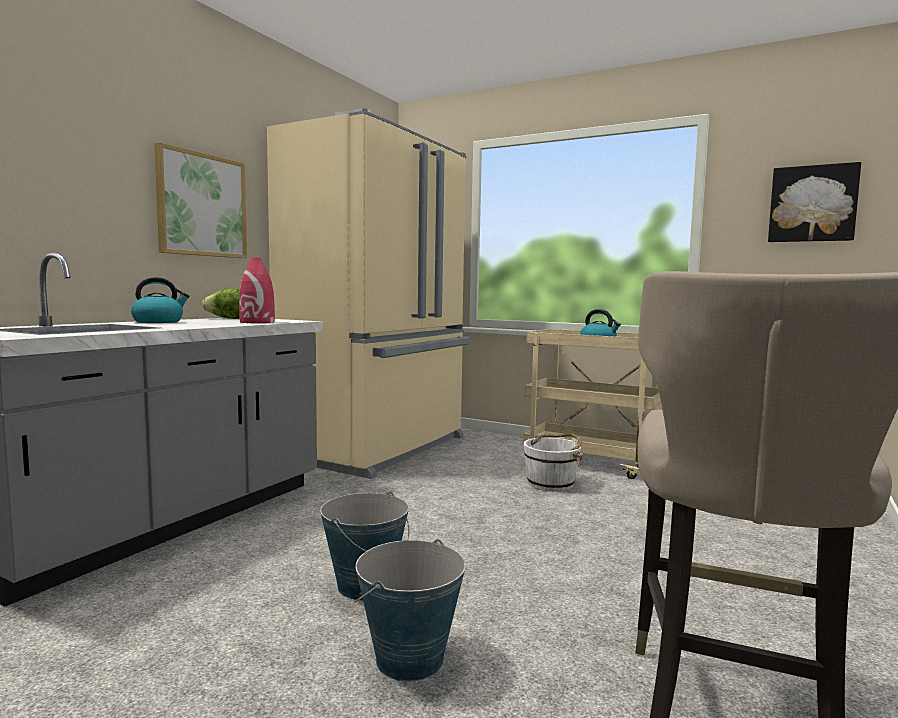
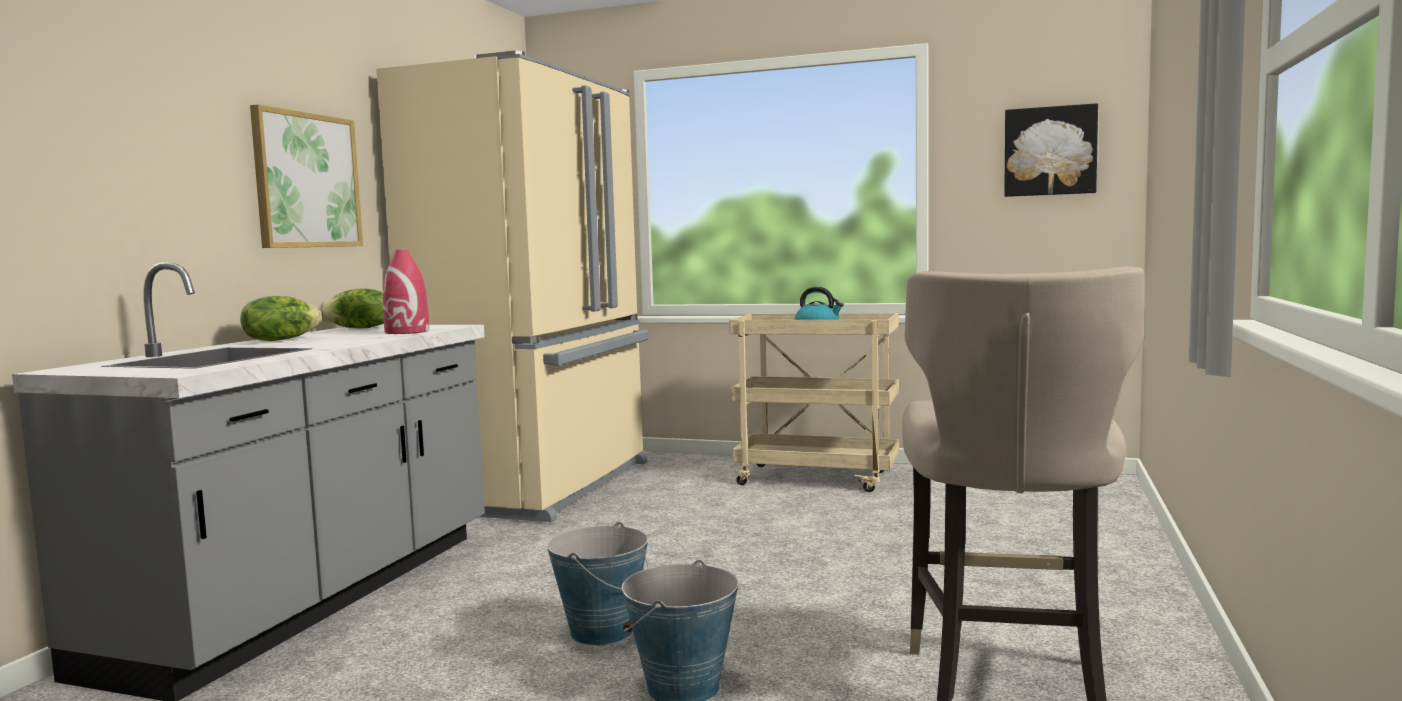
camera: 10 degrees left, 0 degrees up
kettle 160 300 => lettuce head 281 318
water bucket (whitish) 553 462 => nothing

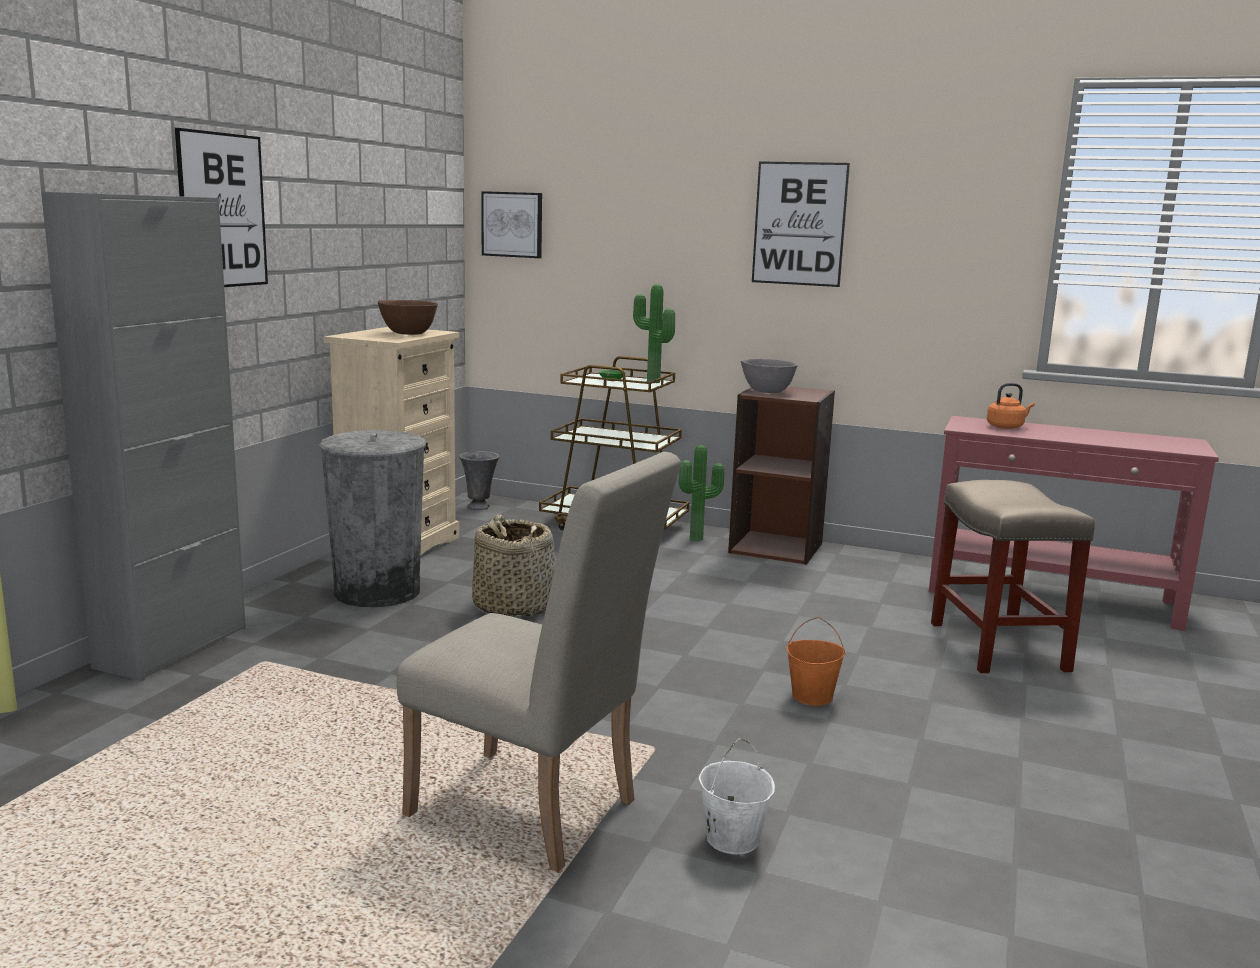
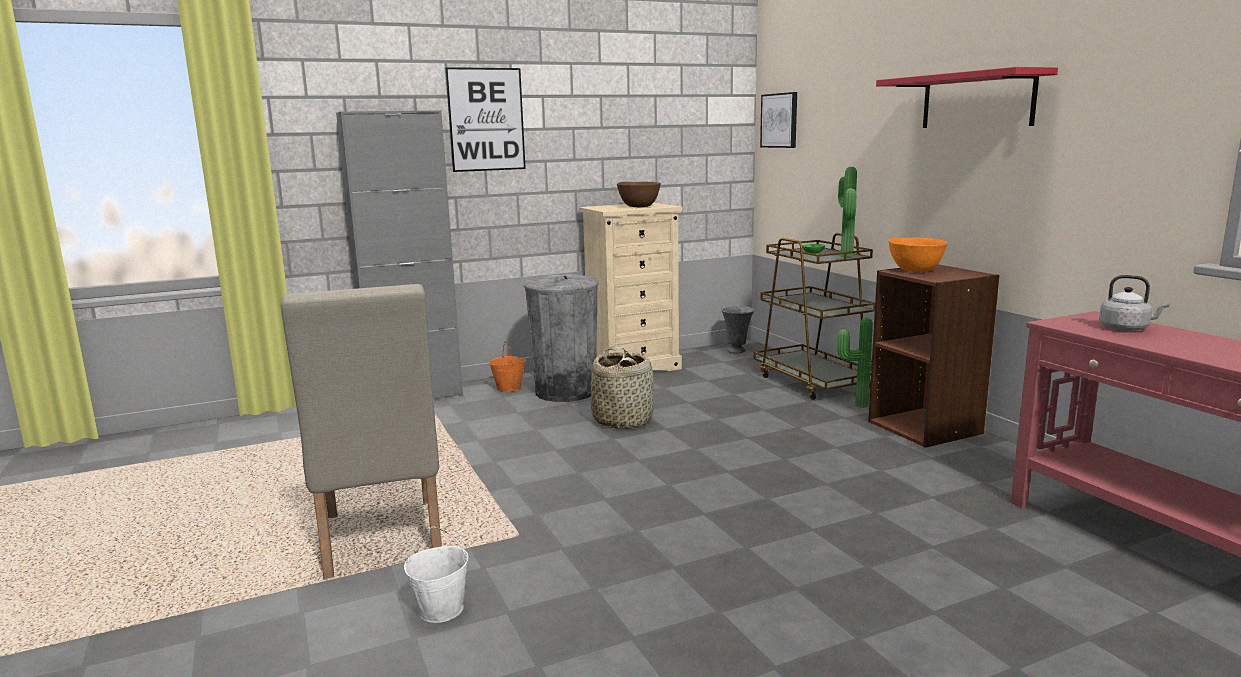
camera: 45 degrees right, 0 degrees up
wall picture 801 224 => shelf (red-coloured) 967 97
serving bowl (greyish) 769 375 => serving bowl (orangey) 918 254
kettle (orangey) 1011 406 => kettle (greyish) 1134 303
sitting stool (beige-coloured) 1013 576 => nothing
water bucket (orangey) 815 661 => water bucket (orangey) 507 366, shifted

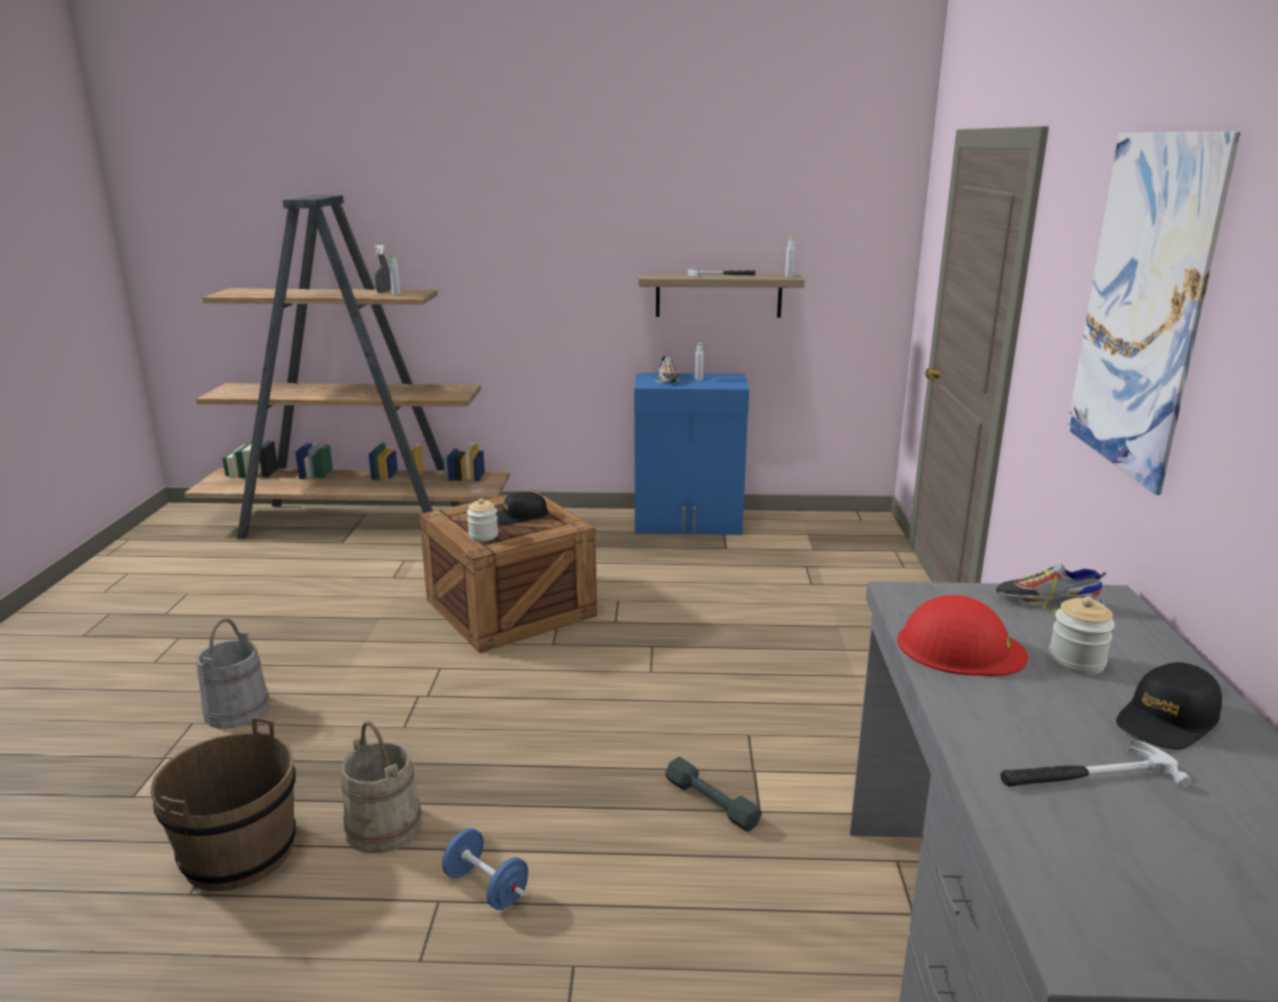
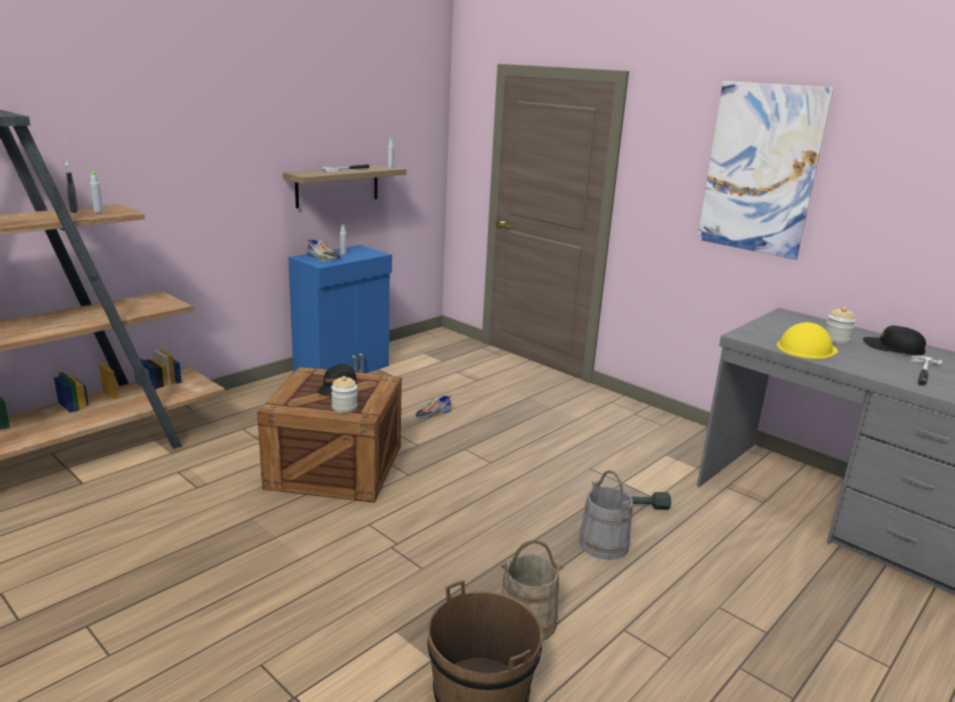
camera: 50 degrees left, 0 degrees up
item of footwear 1051 588 => item of footwear 433 407, shifted
hard hat (red-coloured) 962 635 => hard hat (yellowish) 807 340
water bucket (greyish) 233 674 => water bucket (greyish) 606 515, shifted
peaked cap (black-coloured) 1169 706 => peaked cap (black-coloured) 894 340, 120 degrees clockwise
free weight (bluish) 485 869 => nothing

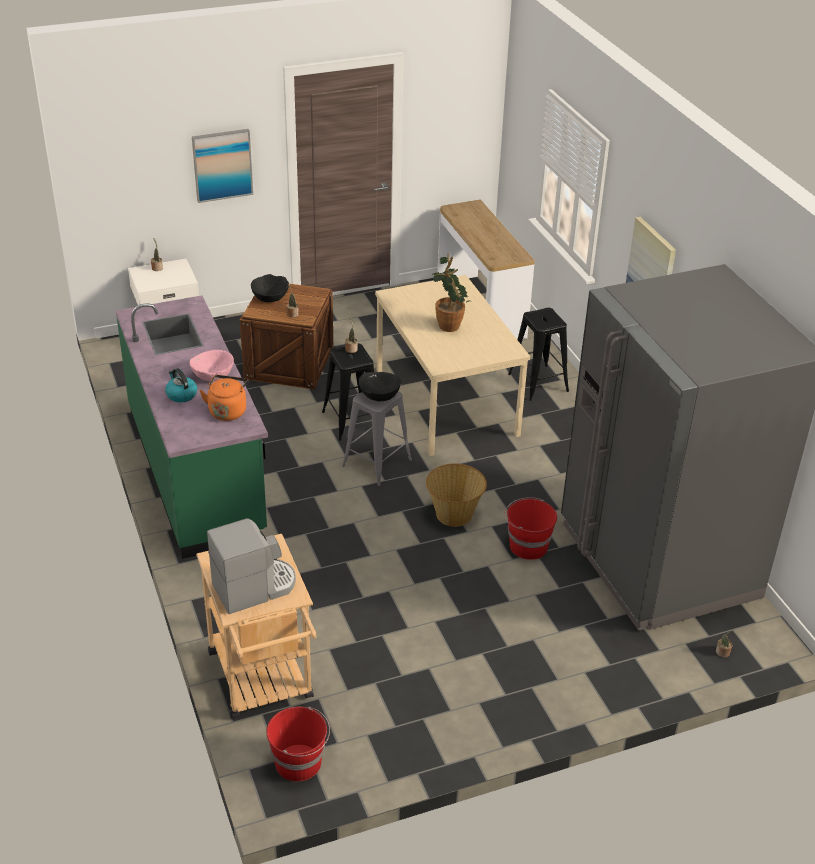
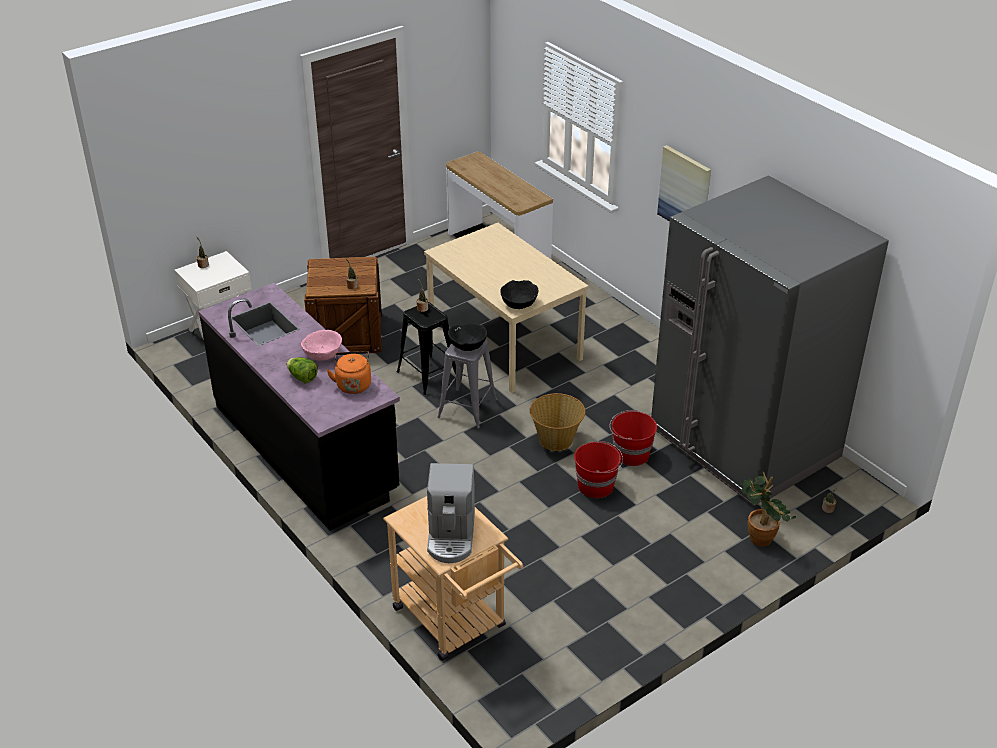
camera: 15 degrees left, 0 degrees up
wall picture 222 166 => nothing
plant in a pot 451 292 => plant in a pot 768 509, shifted
serving bowl (black-coloured) 270 288 => serving bowl (black-coloured) 519 294, shifted
kitchen base unit (greenish) 191 427 => kitchen base unit (black-coloured) 299 407
sitting stool (black-coloured) 538 354 => nothing
kettle 181 385 => lettuce head 302 370
coffee maker 251 566 => coffee maker 451 513, 135 degrees clockwise
water bucket (red-coloured) 298 744 => water bucket (red-coloured) 598 469, shifted

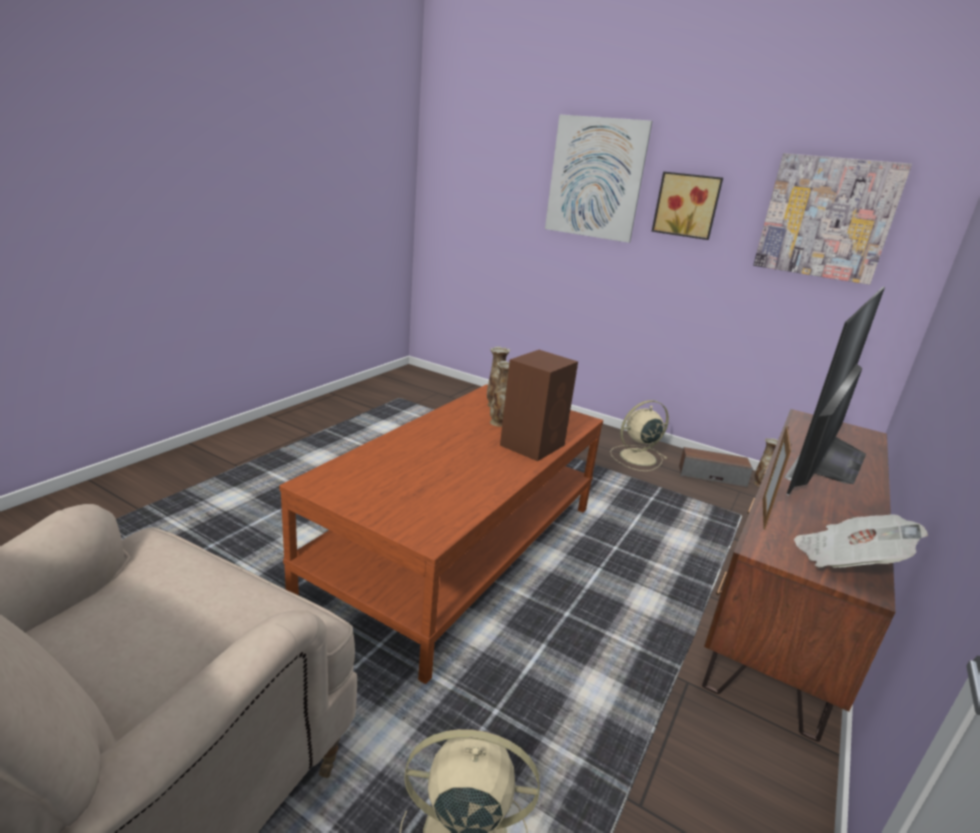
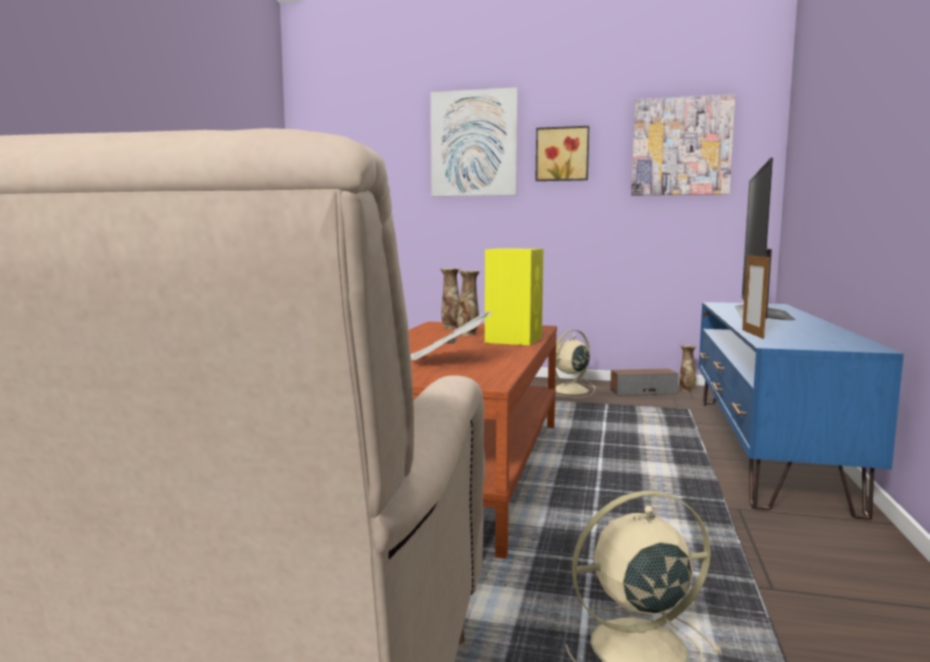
camera: 15 degrees left, 15 degrees down
audio speaker (brownish) 539 405 => audio speaker (yellowish) 514 296
tv unit (brownish) 798 575 => tv unit (bluish) 801 411
printed paper 861 541 => printed paper 451 336, shifted

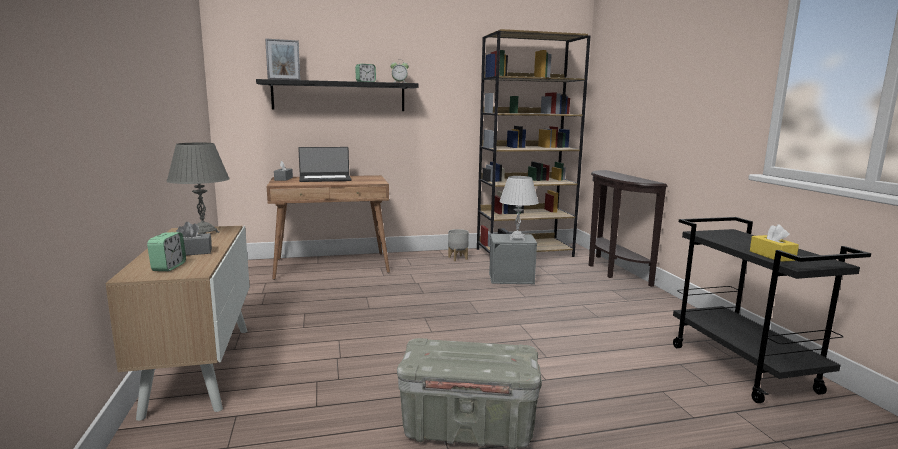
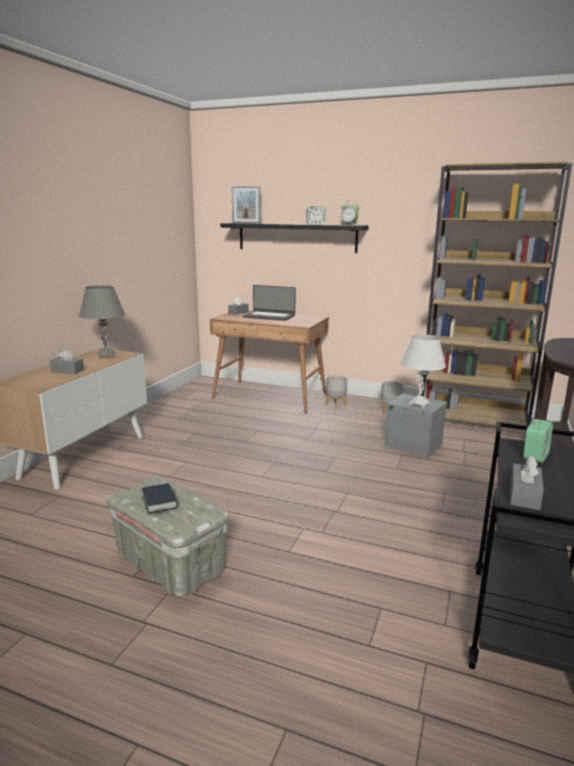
camera: 35 degrees right, 5 degrees up
tissue holder (yellowish) 774 243 => tissue holder (greyish) 527 483
alarm clock 166 251 => alarm clock 538 441, shifted
nothing => plant pot (greyish) 336 392
nothing => volume 160 498

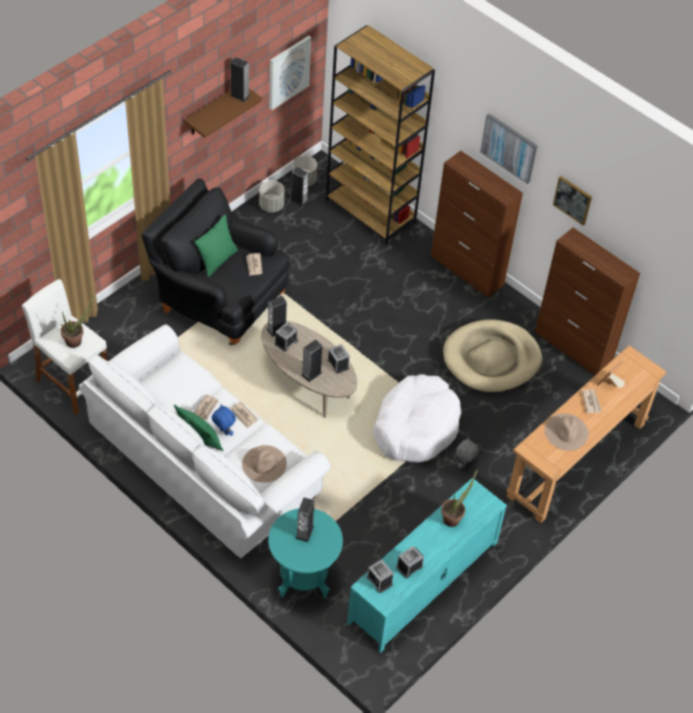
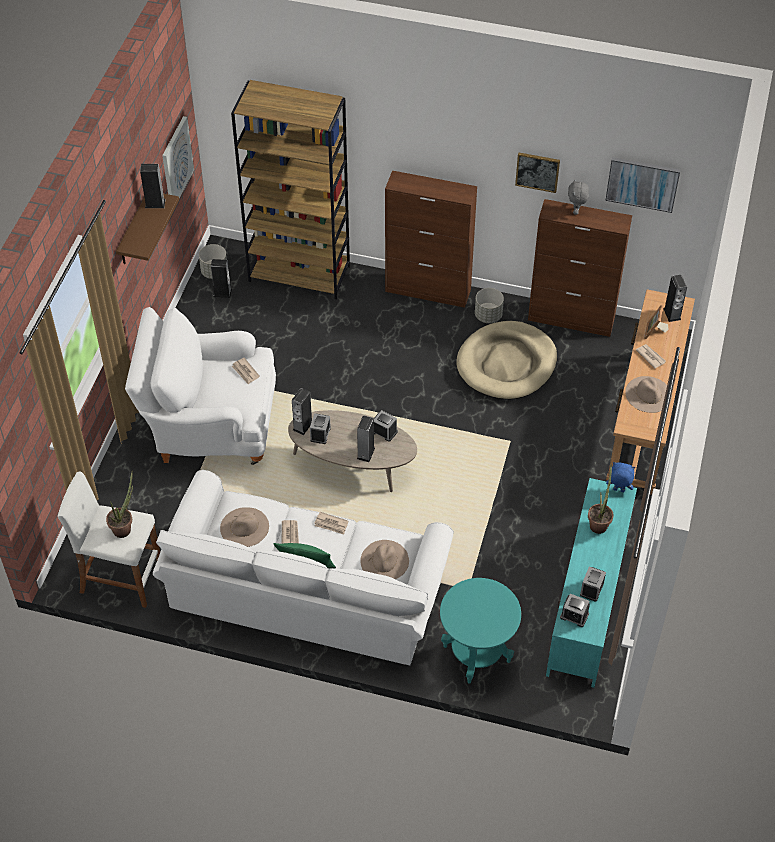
camera: 25 degrees left, 0 degrees up
wall picture 508 149 => wall picture 642 185, shifted
lounge chair (black-coloured) 215 261 => lounge chair (whitish) 200 386
plant pot (greyish) 272 196 => plant pot (greyish) 489 305, shifted
pillow (greenish) 216 245 => nothing
dog bed (whitish) 417 418 => nothing
plush toy (bluish) 224 420 => plush toy (bluish) 620 477, shifted
plush toy (greyish) 467 452 => plush toy (greyish) 578 197, shifted
audio speaker 305 519 => audio speaker 675 298, shifted
nothing => hat (beige-coloured) 244 527

